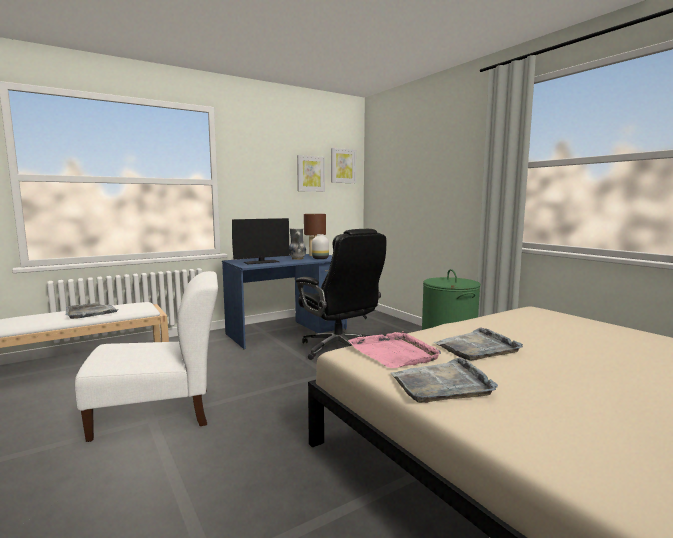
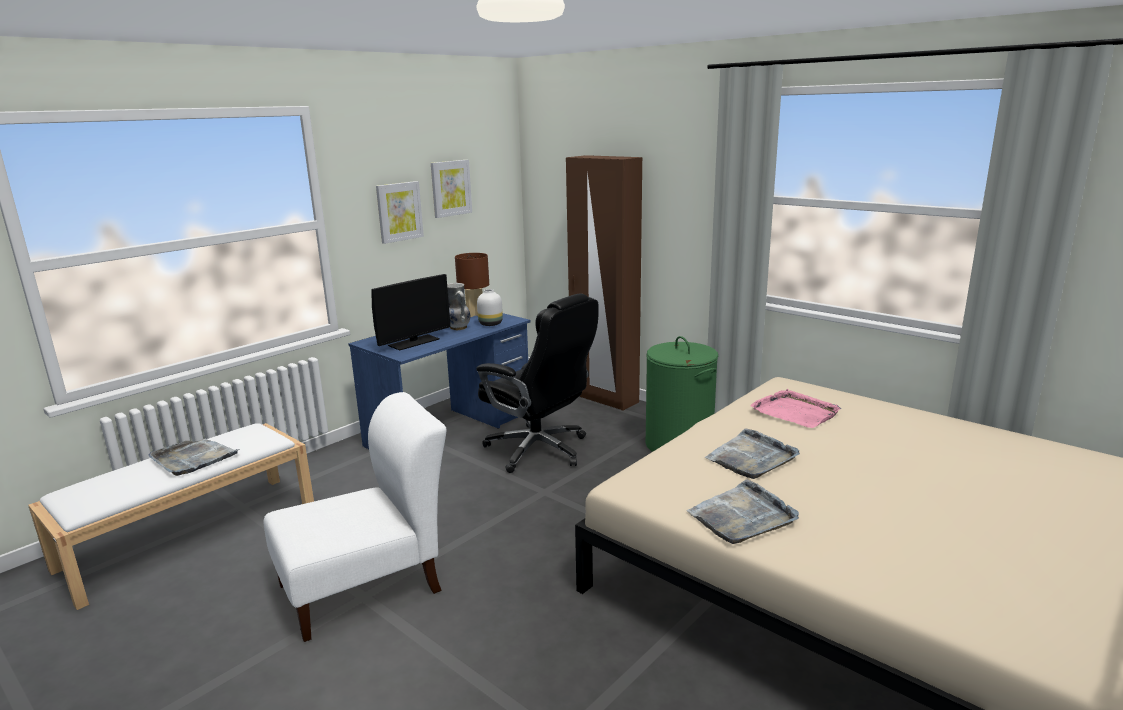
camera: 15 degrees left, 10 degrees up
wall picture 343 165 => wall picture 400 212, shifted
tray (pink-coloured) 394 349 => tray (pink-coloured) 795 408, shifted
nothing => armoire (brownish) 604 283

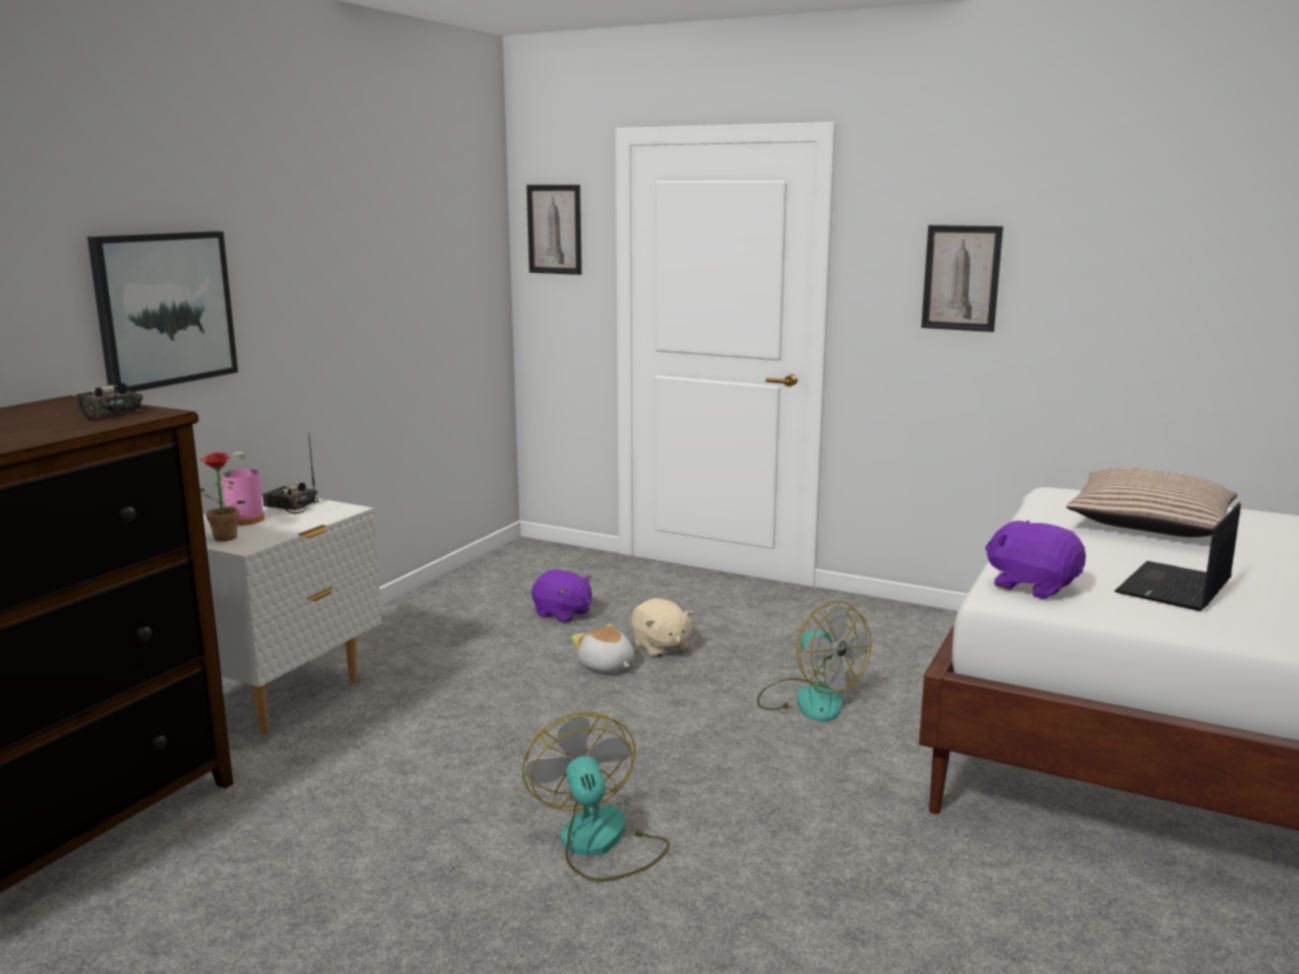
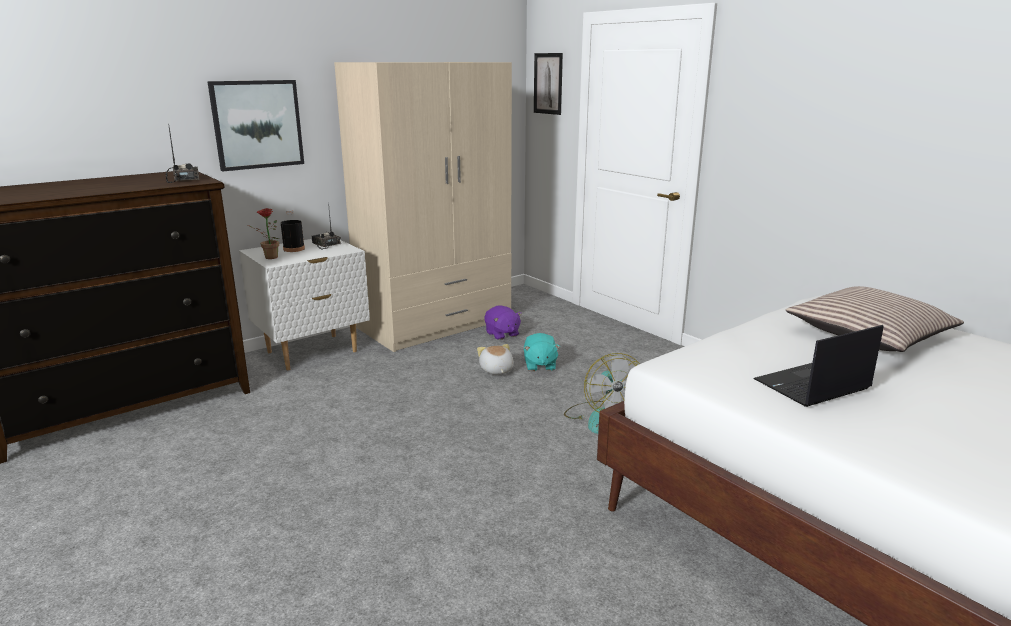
camera: 25 degrees right, 5 degrees up
wall picture 962 278 => nothing
beverage bottle (pink-coloured) 243 489 => beverage bottle (black-coloured) 293 231
plush toy (purple-coloured) 1035 559 => nothing
plush toy (beige-coloured) 662 628 => plush toy (turquoise-coloured) 542 352
cooling fan 596 797 => nothing
nothing => armoire (beige-coloured) 423 207

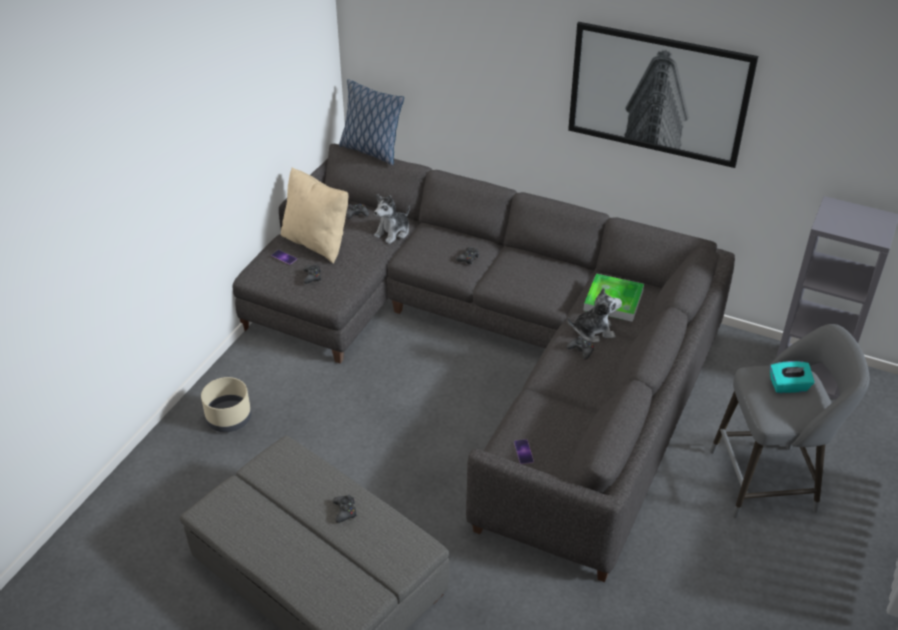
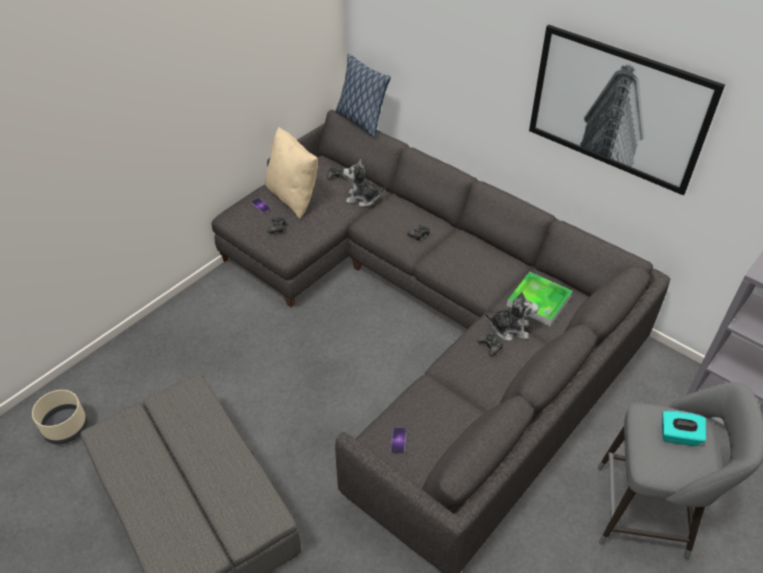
camera: 15 degrees right, 5 degrees up
plush toy 391 219 => plush toy 364 183, 45 degrees clockwise
plant pot (beige-coloured) 226 404 => plant pot (beige-coloured) 60 417, shifted
gamepad (black-coloured) 345 509 => nothing

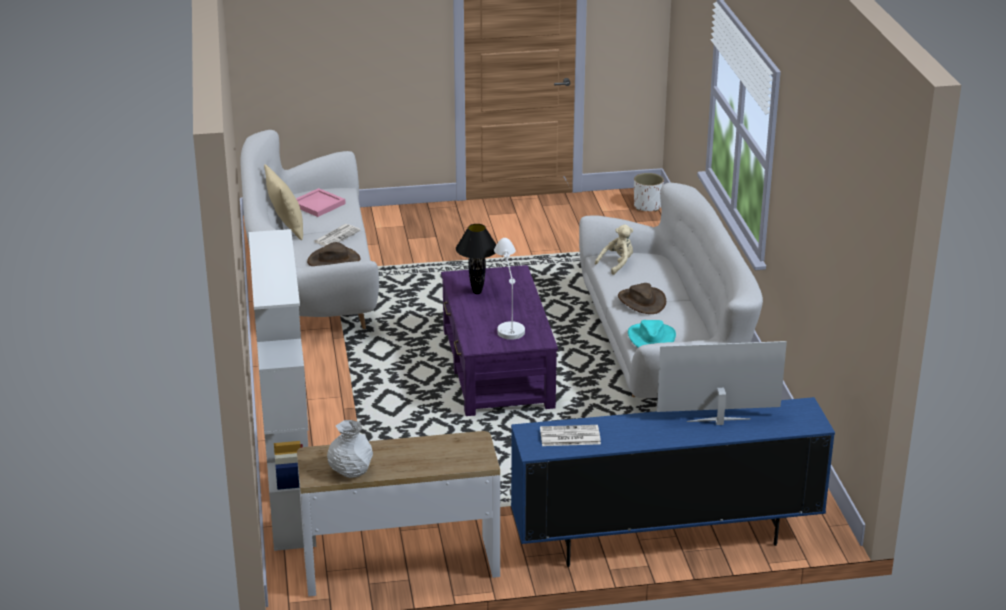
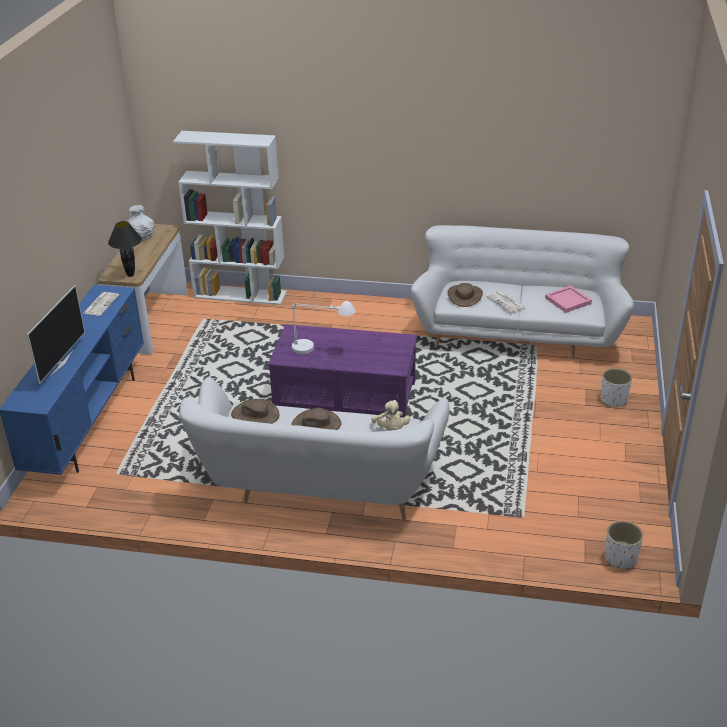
camera: 110 degrees right, 5 degrees up
pillow (beige-coloured) 283 202 => nothing
tabletop lamp (black-coloured) 476 259 => tabletop lamp (black-coloured) 125 249, shifted
hat (turquoise-coloured) 652 333 => hat (brownish) 255 411
nothing => plant pot (whitish) 616 387

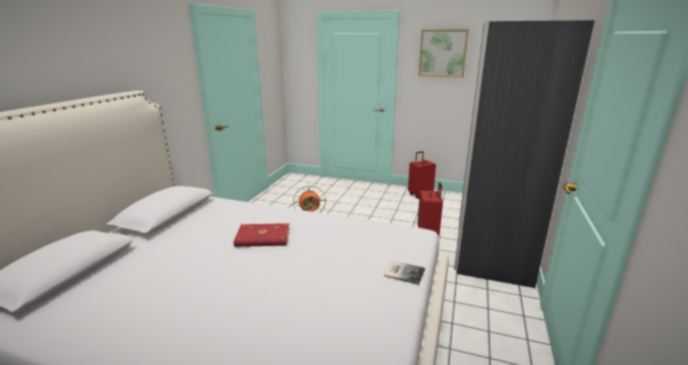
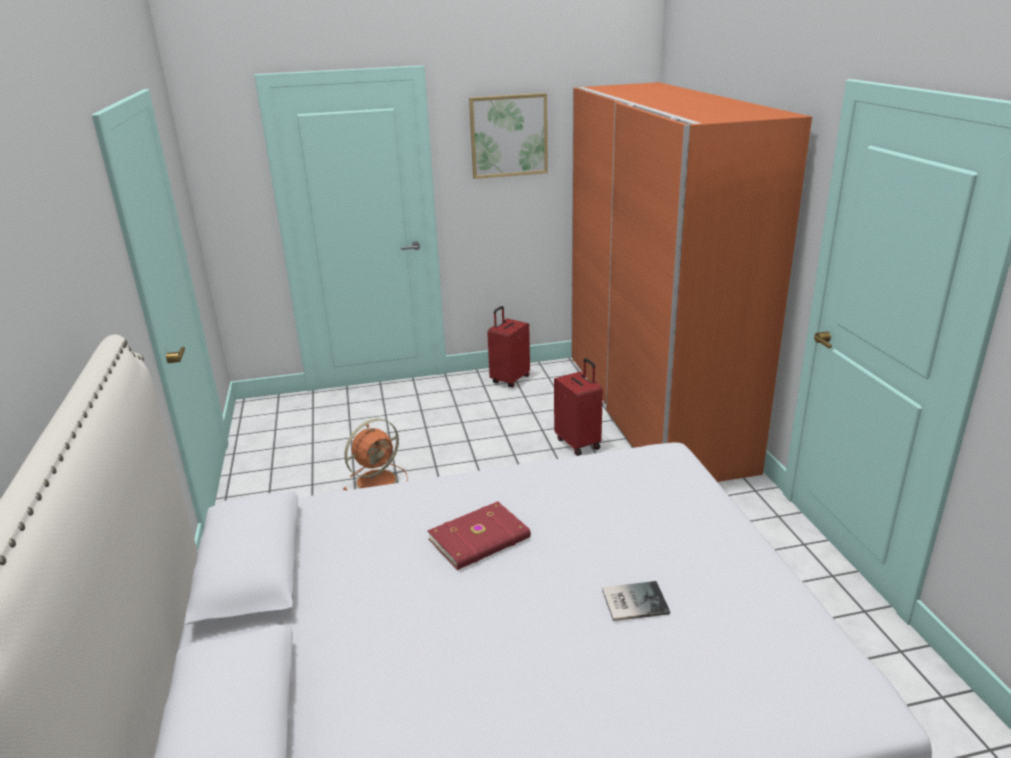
camera: 30 degrees left, 5 degrees up
armoire (greyish) 524 154 => armoire (orangey) 691 282
volume 404 272 => volume 636 601, shifted

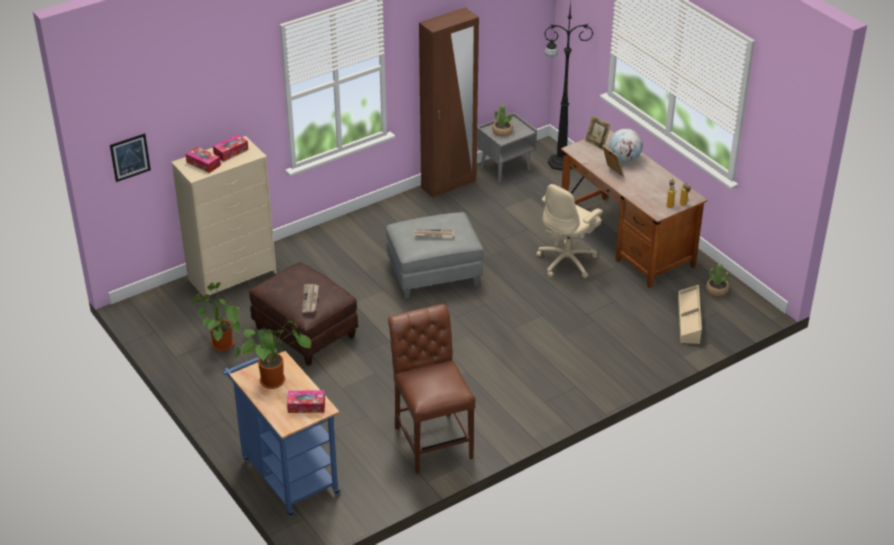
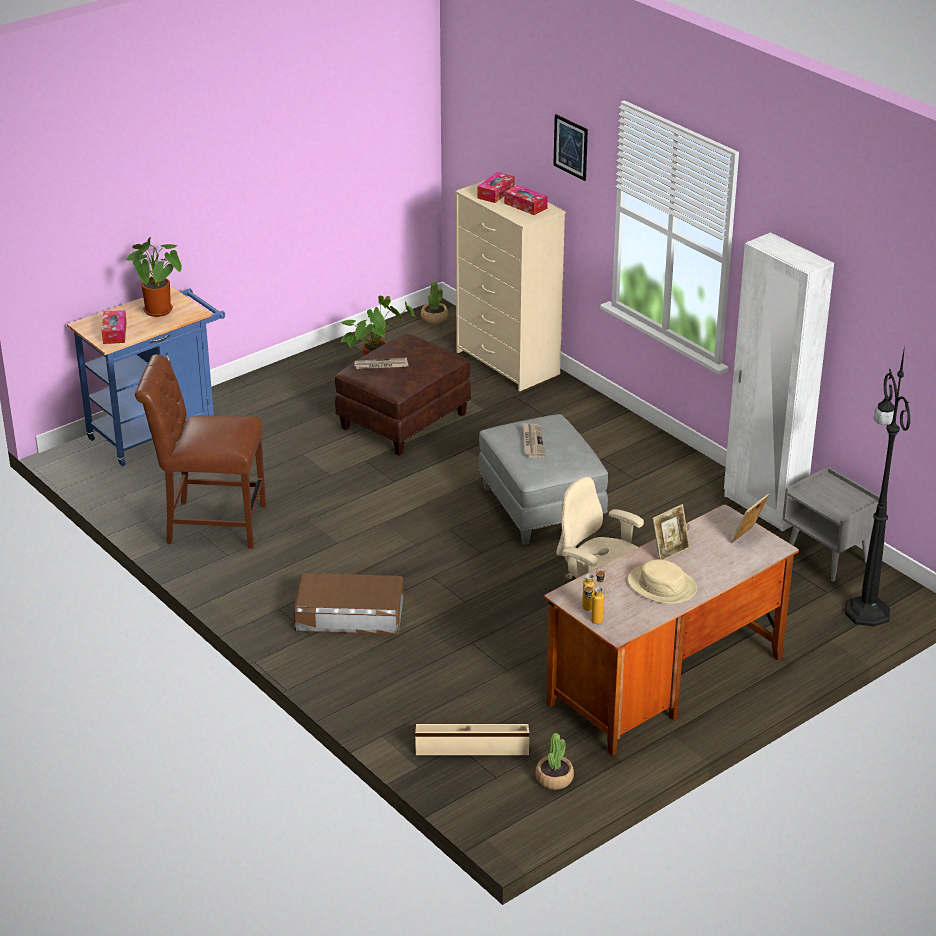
camera: 85 degrees right, 5 degrees down
armoire (brownish) 449 102 => armoire (whitish) 779 381
plant in a pot 502 120 => plant in a pot 434 302, shifted
desk globe 626 145 => nothing
wall picture 130 157 => wall picture 570 147, shifted
upright chair (brownish) 432 389 => upright chair (brownish) 200 451, 150 degrees counterclockwise
nothing => hat (beige-coloured) 662 581
nothing => storage bin (brownish) 349 604

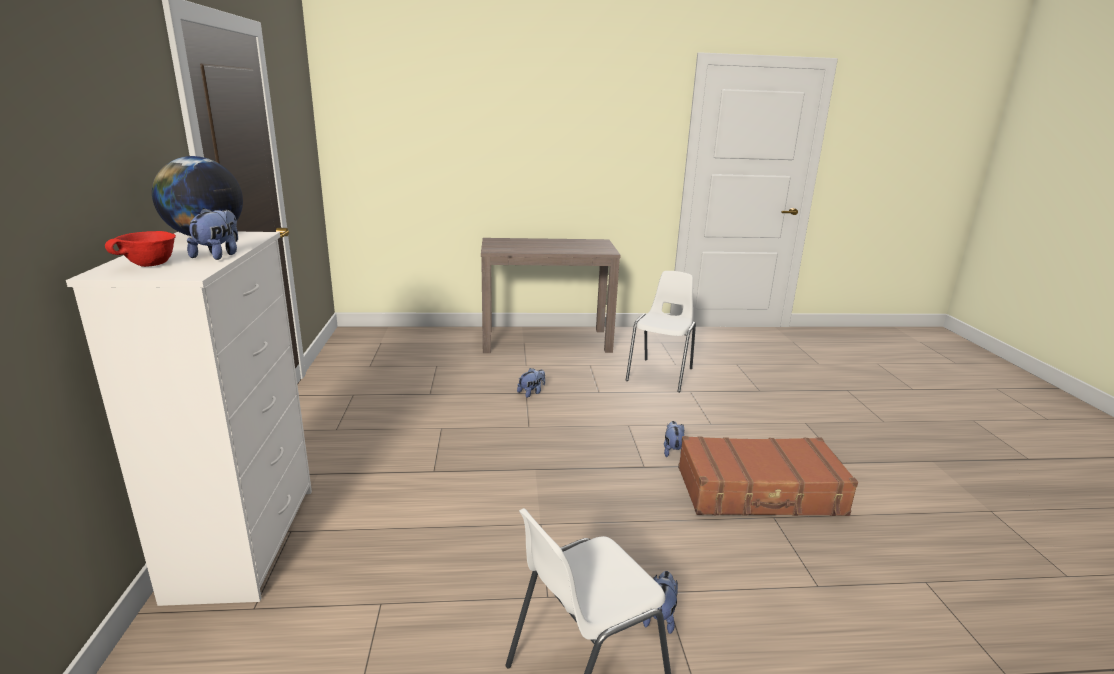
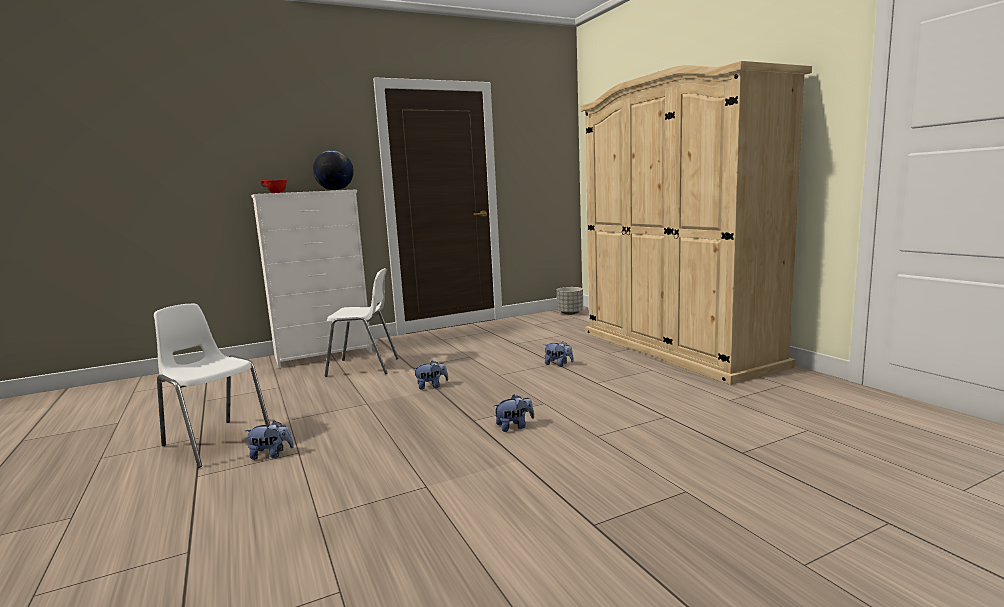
camera: 70 degrees right, 10 degrees down
plush toy 212 234 => plush toy 431 375, shifted
console table (brownish) 551 295 => armoire (beige-coloured) 696 223
upright chair (whitish) 661 331 => upright chair (whitish) 362 322, shifted
suitcase (brownish) 768 476 => nothing
nothing => plant pot (greyish) 570 301

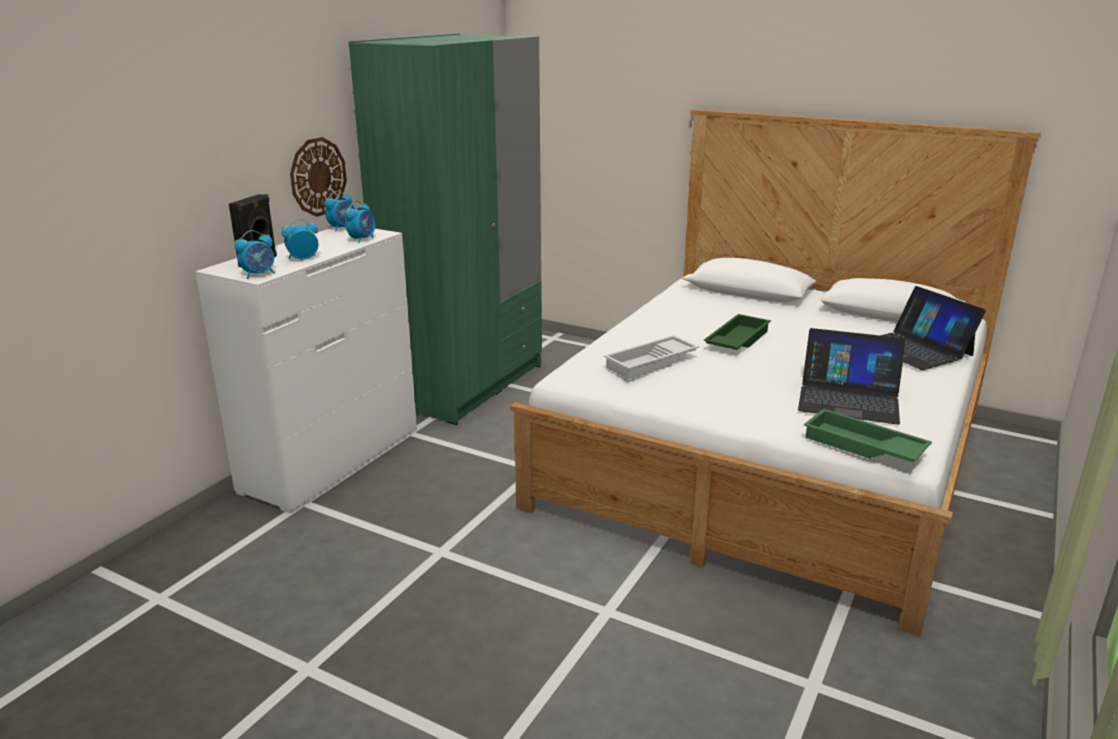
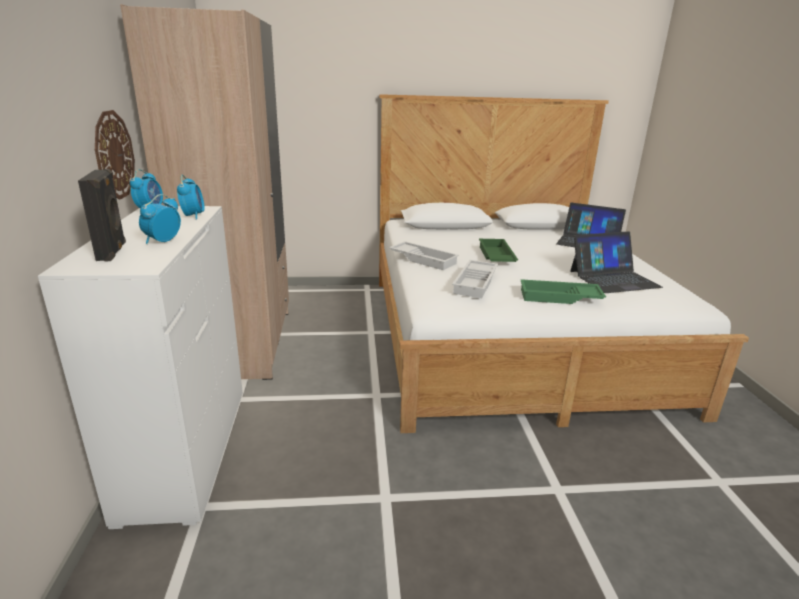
camera: 35 degrees left, 0 degrees up
armoire (greenish) 445 229 => armoire (beige-coloured) 204 192
alarm clock 254 254 => nothing
tray (greenish) 868 435 => tray (greenish) 563 291, shifted
nothing => tray (whitish) 424 255

